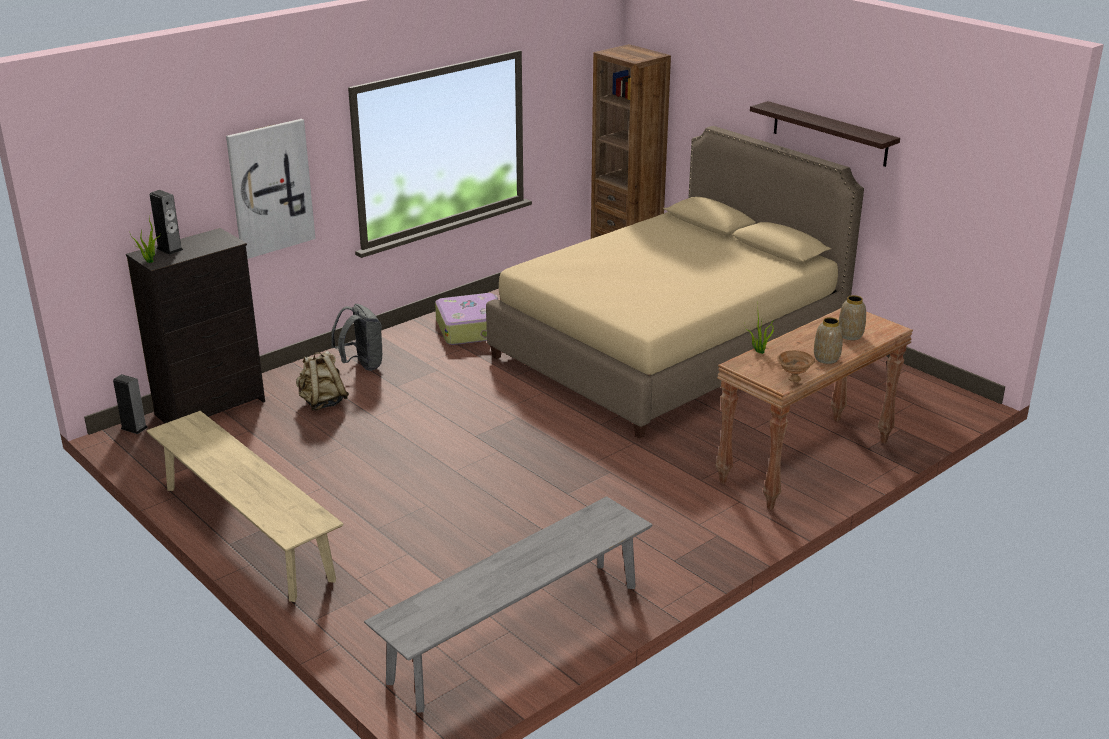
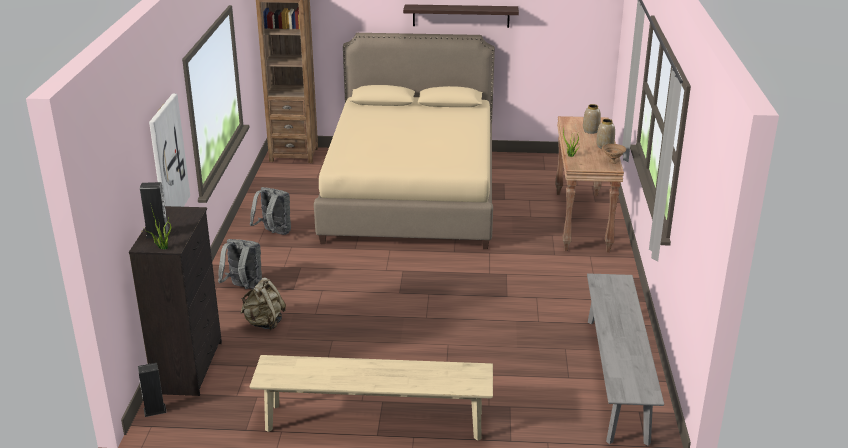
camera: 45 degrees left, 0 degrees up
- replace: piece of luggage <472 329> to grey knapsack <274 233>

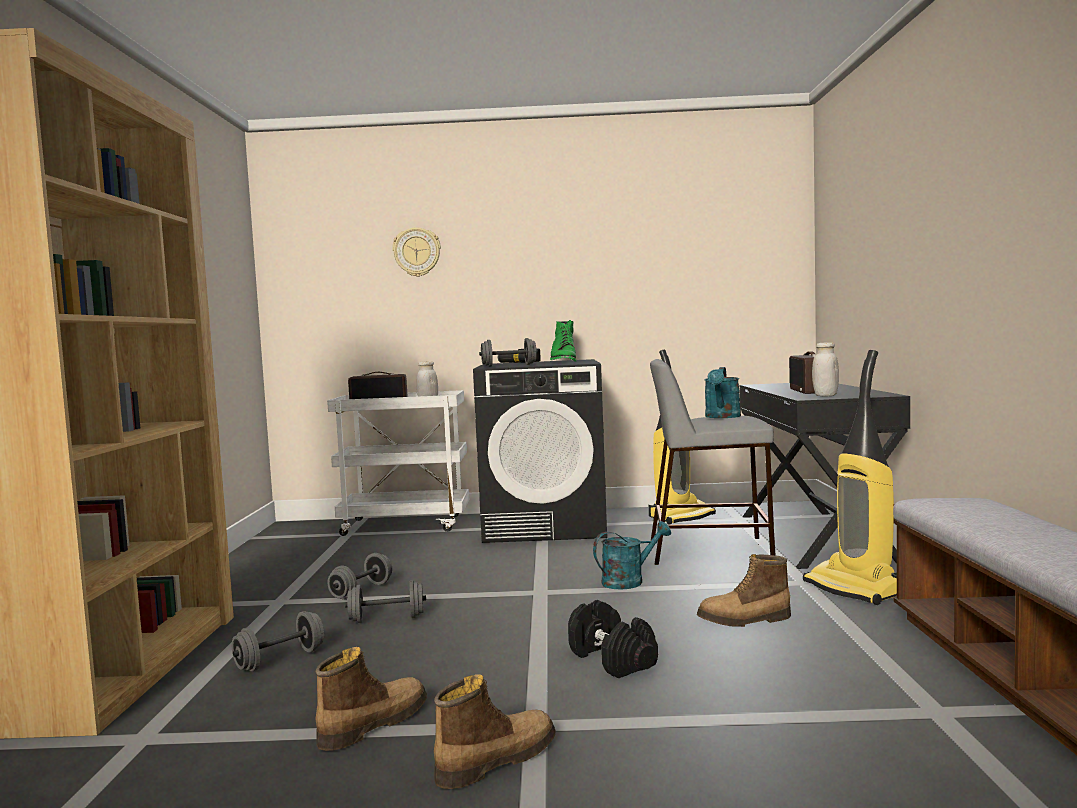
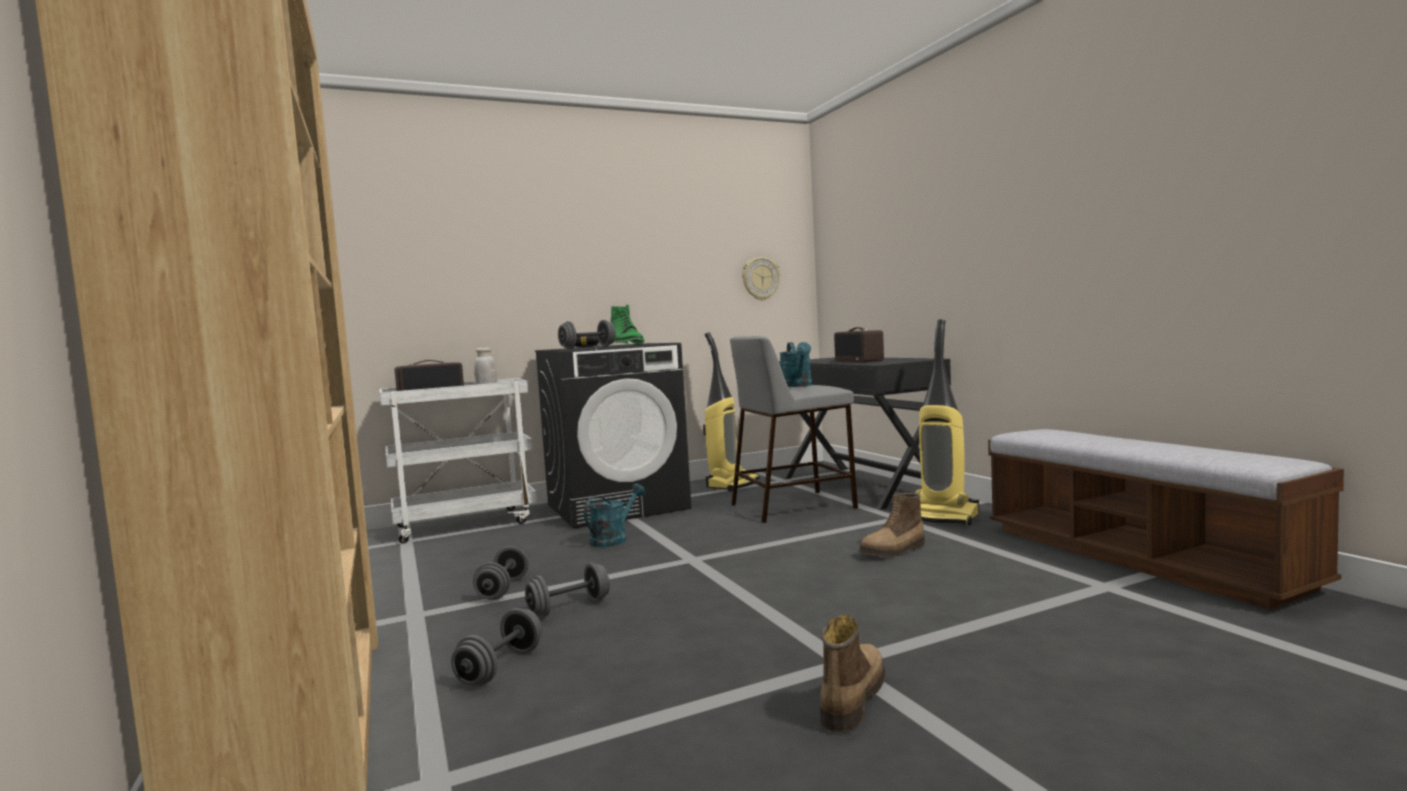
camera: 25 degrees left, 0 degrees up
- delete: tall boot <373 724>
- delete: black hand weight <612 660>
- delete: white-coloured preserve jar <825 395>
- move: clock on the wall <417 252> to <760 278>
- move: turquoise-coloured sprinkling can <629 581> to <613 539>

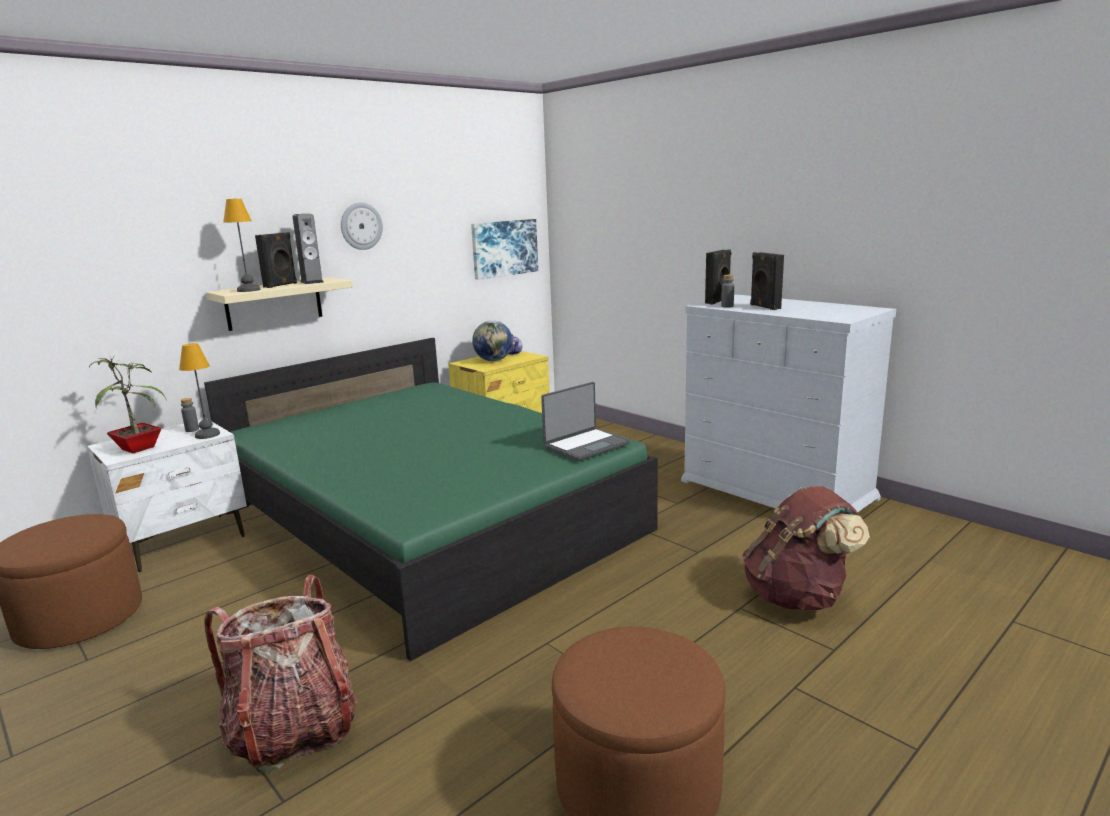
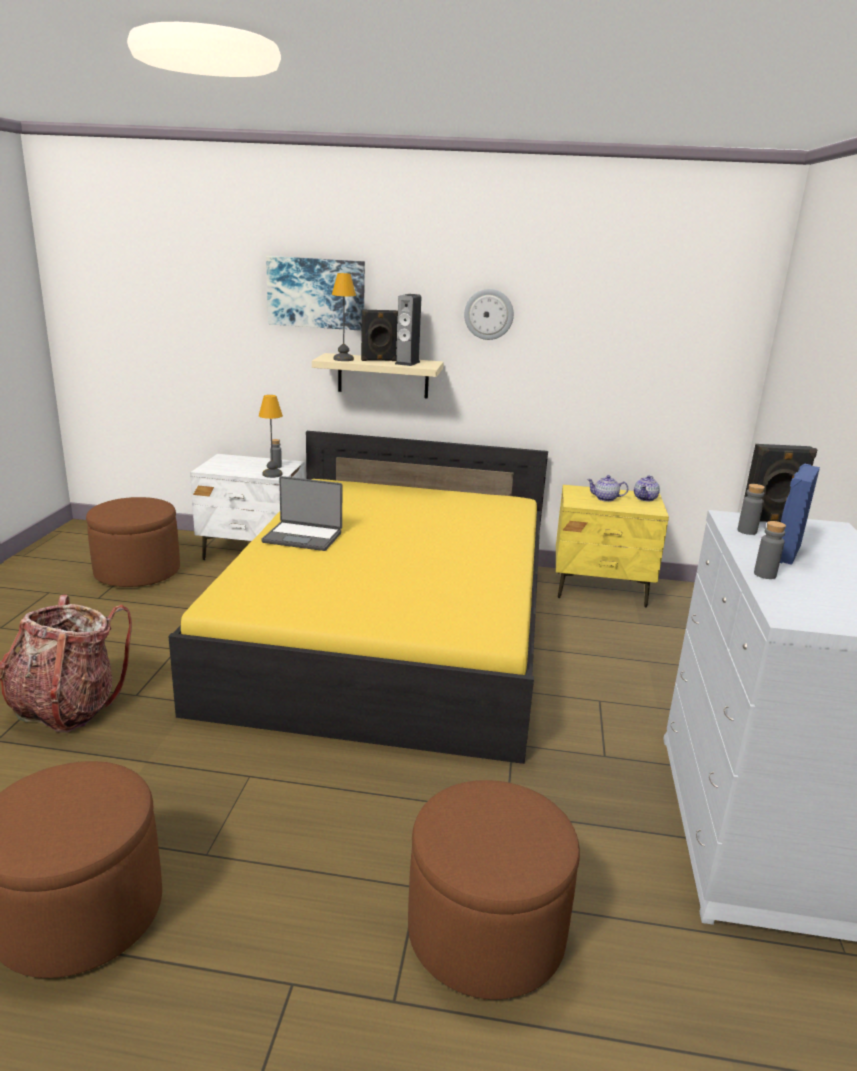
camera: 50 degrees right, 5 degrees up
- delete: houseplant <140 448>
- insert: grey drink bottle <764 574>
- move: picture <504 248> to <316 293>
- move: portable computer <585 446> to <303 537>
- replace: desk globe <494 360> to pot for tea <605 499>
- replace: brownish knapsack <798 597> to brownish footrest <486 932>
- recolor: green-coloured bedroom bed <430 520> to yellowish bedroom bed <390 628>
- recolor: black speaker <764 307> to bluish speaker <785 553>

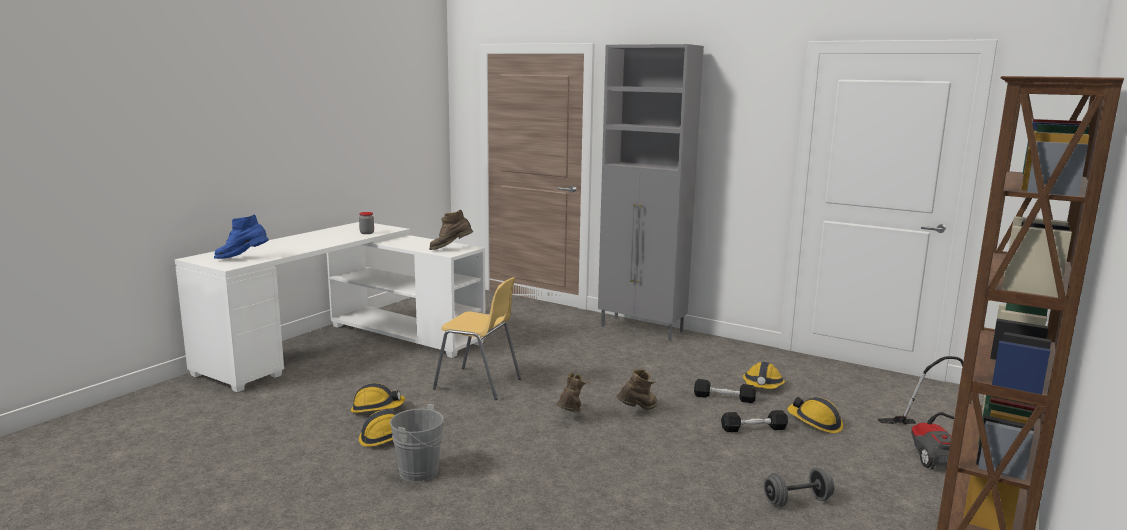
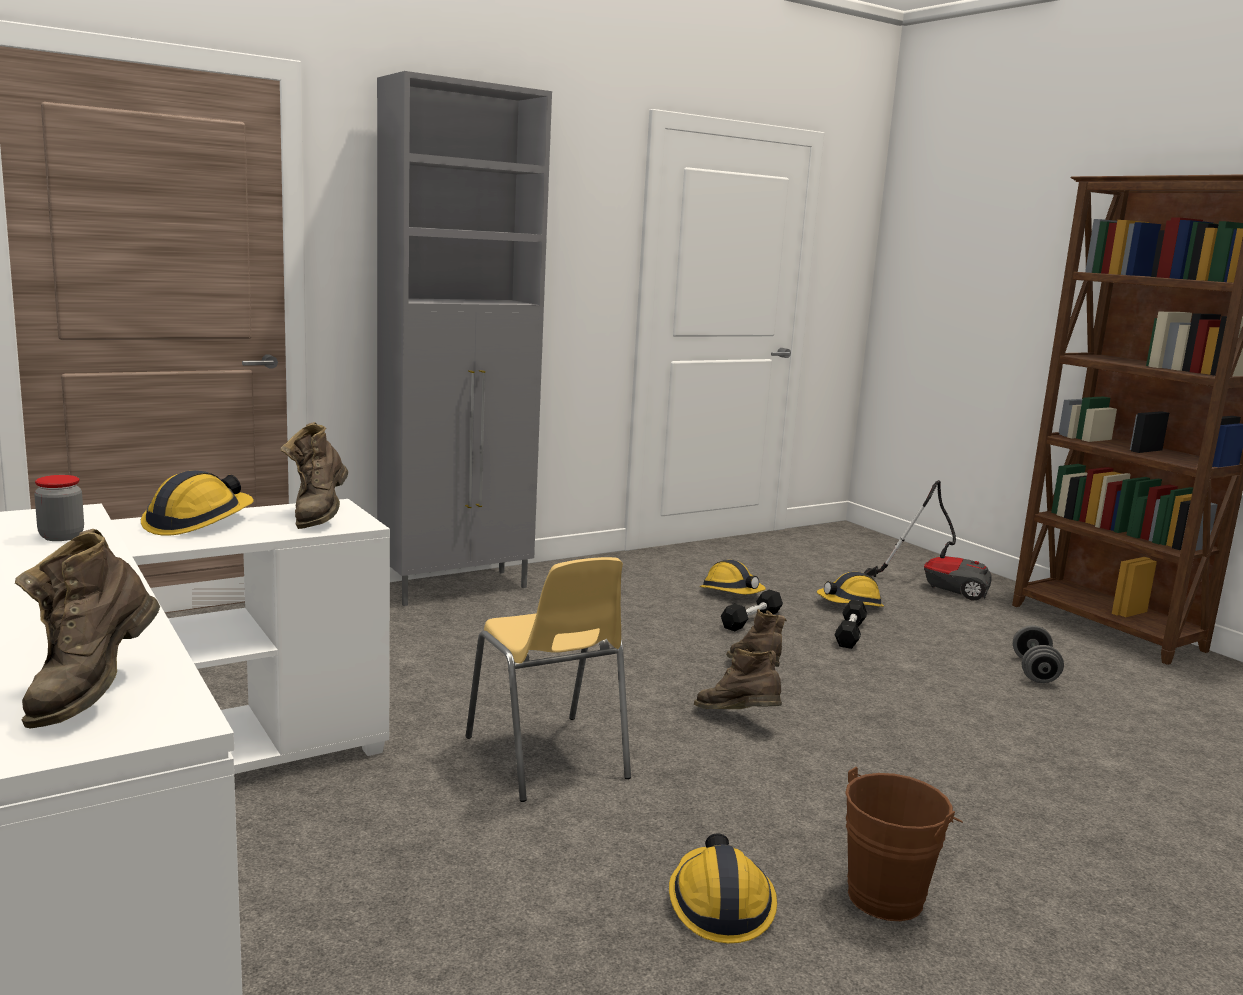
camera: 65 degrees left, 0 degrees up
- move: work helmet <377 408> to <198 522>
- recolor: bluish tall boot <242 258> to brownish tall boot <91 694>
- recolor: grey pail <422 472> to brownish pail <890 894>
- rotate: yellowish chair <479 384> = <547 758> 105 degrees clockwise

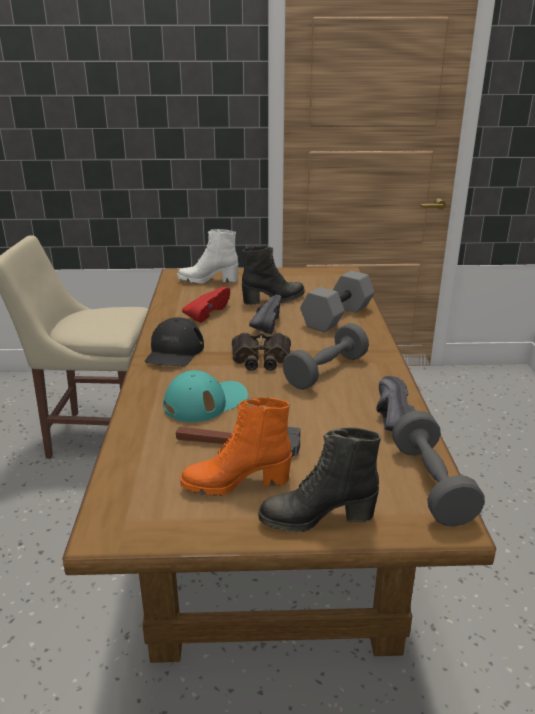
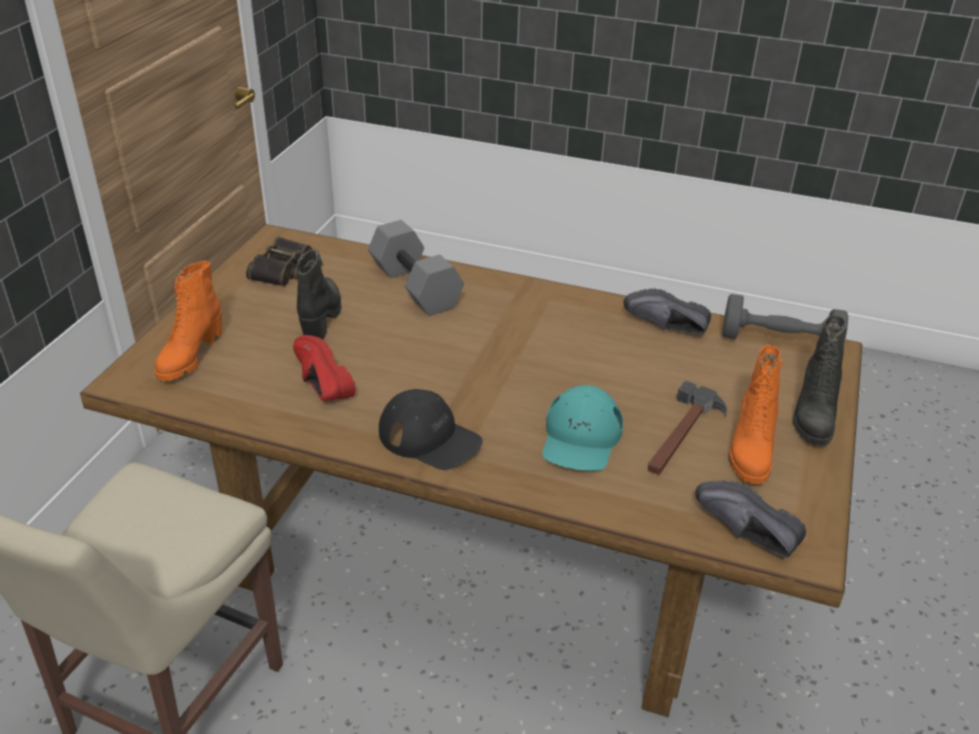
camera: 70 degrees left, 10 degrees up
- delete: grey hand weight <326 371>
- move: field glasses <260 359> to <287 271>
- move: black shoe <265 323> to <744 535>
- recolor: white-coloured tall boot <208 280> to orange tall boot <190 356>
- rotate: turquoise-coloured cap <205 402> = <581 438> 150 degrees counterclockwise

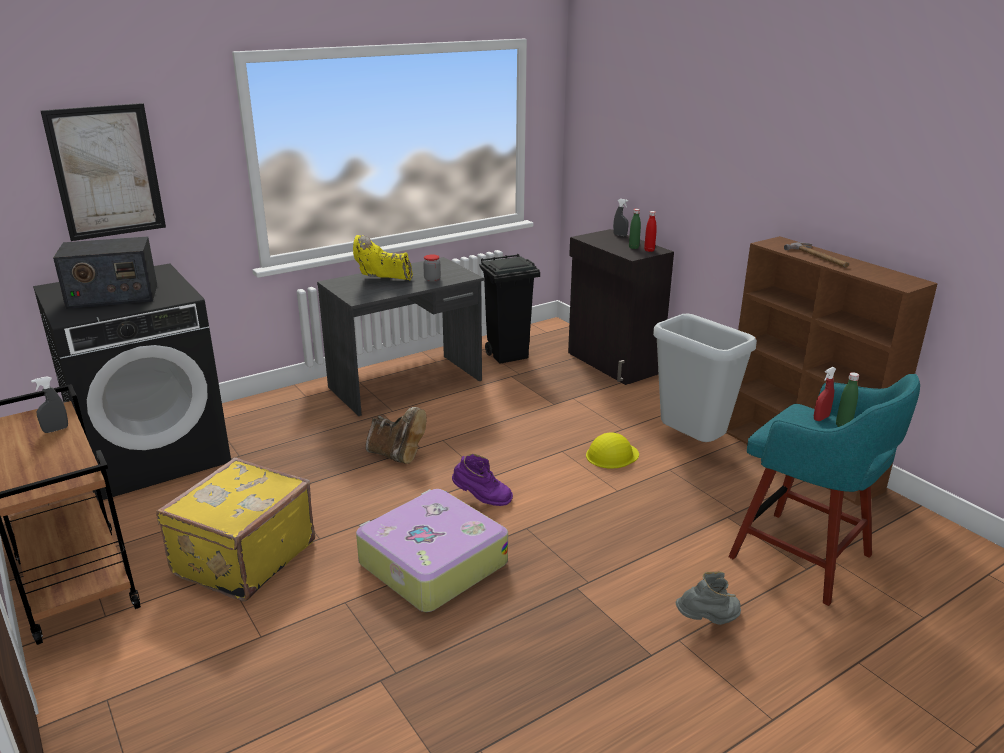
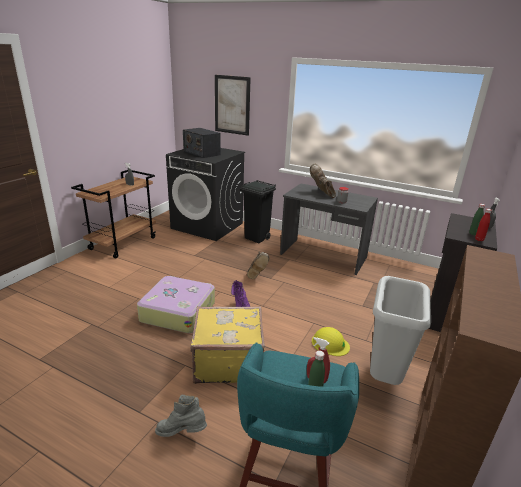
camera: 60 degrees right, 0 degrees up
- delete: hammer <819 257>
- move: yellowish piece of luggage <242 558> to <227 361>
- move: black waste bin <508 355> to <257 238>
- recolor: yellowish tall boot <383 281> to brownish tall boot <322 193>
- rotate: grey tall boot <708 621> = <182 433> 150 degrees clockwise

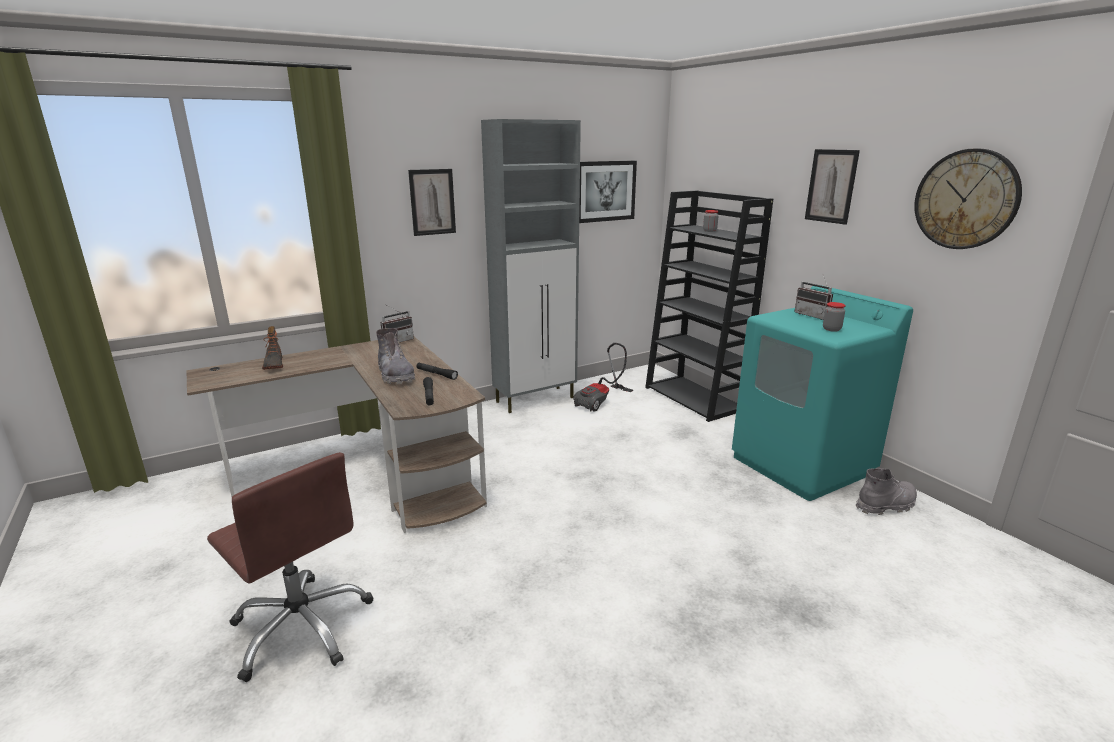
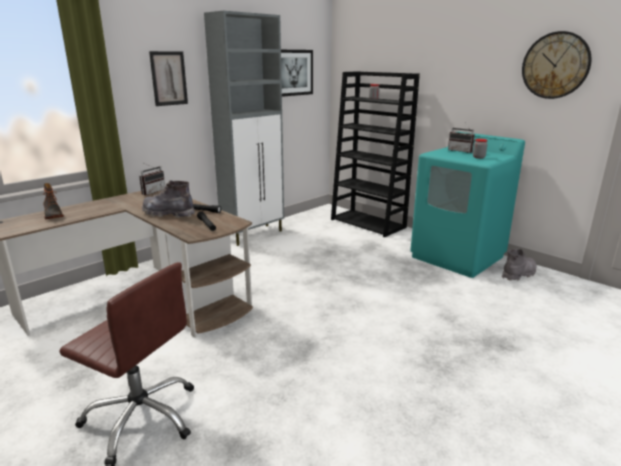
camera: 15 degrees left, 0 degrees up
- delete: vacuum <601 402>
- delete: picture <831 186>
- rotate: grey tall boot <395 375> = <168 214> 150 degrees clockwise

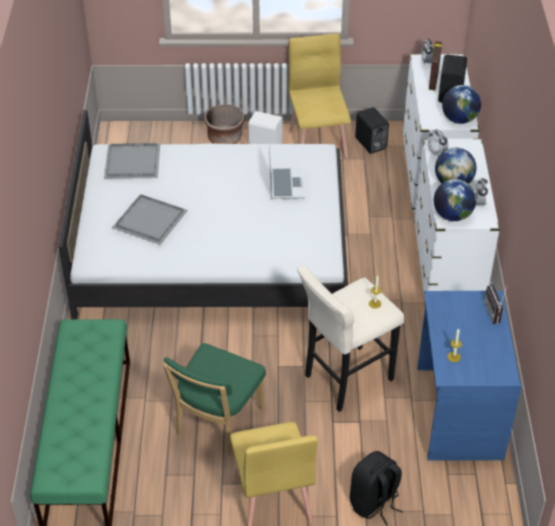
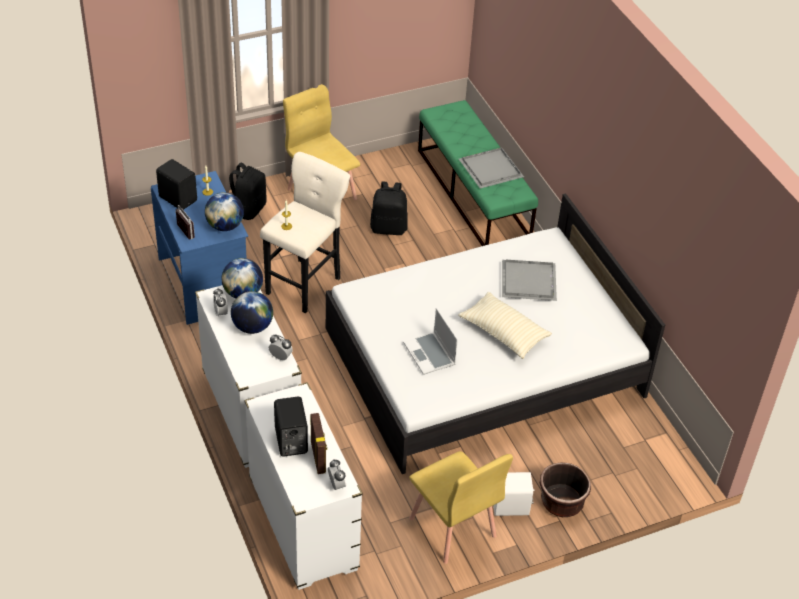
camera: 155 degrees right, 0 degrees up
- insert: beige cushion <503 333>
- move: grey tray <133 162> to <490 170>
- move: black speaker <370 144> to <178 198>
- move: desk globe <459 119> to <225 226>
- replace: green-coloured chair <217 424> to black knapsack <389 228>

